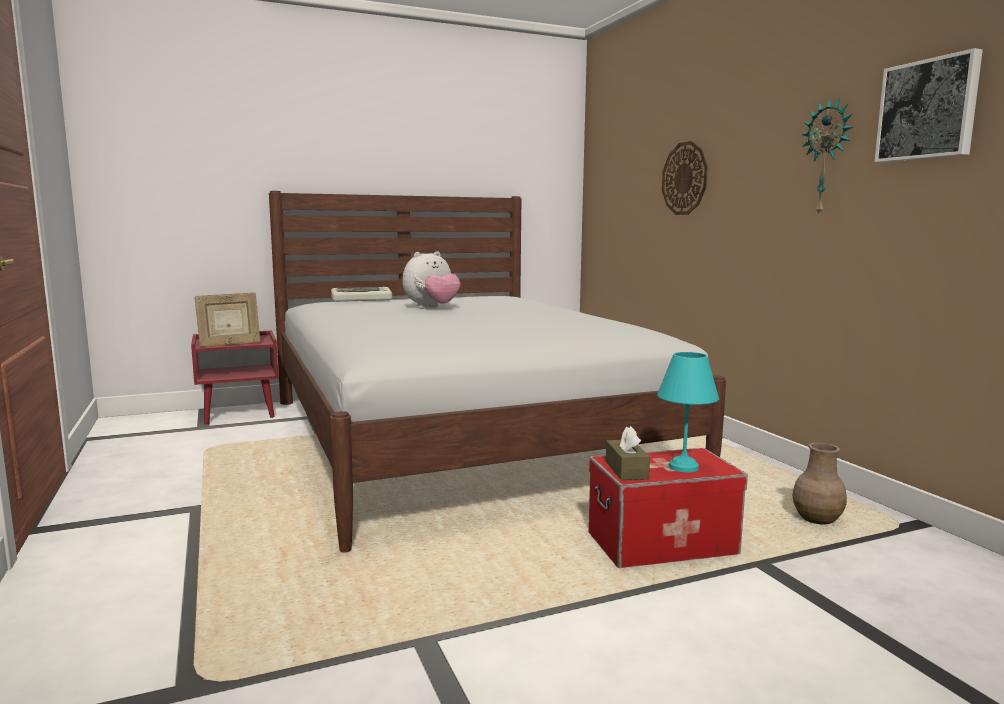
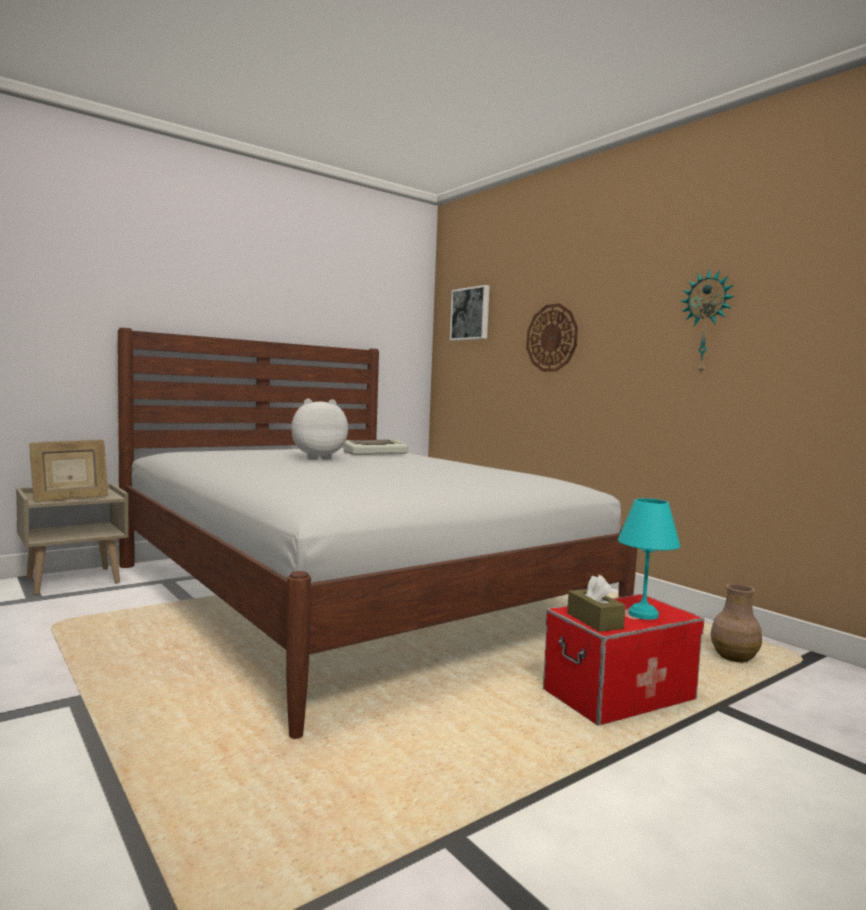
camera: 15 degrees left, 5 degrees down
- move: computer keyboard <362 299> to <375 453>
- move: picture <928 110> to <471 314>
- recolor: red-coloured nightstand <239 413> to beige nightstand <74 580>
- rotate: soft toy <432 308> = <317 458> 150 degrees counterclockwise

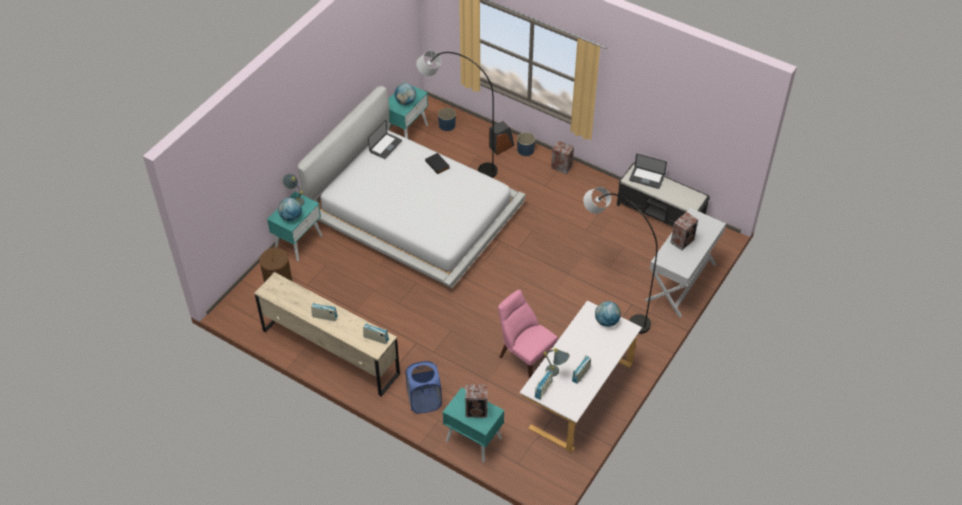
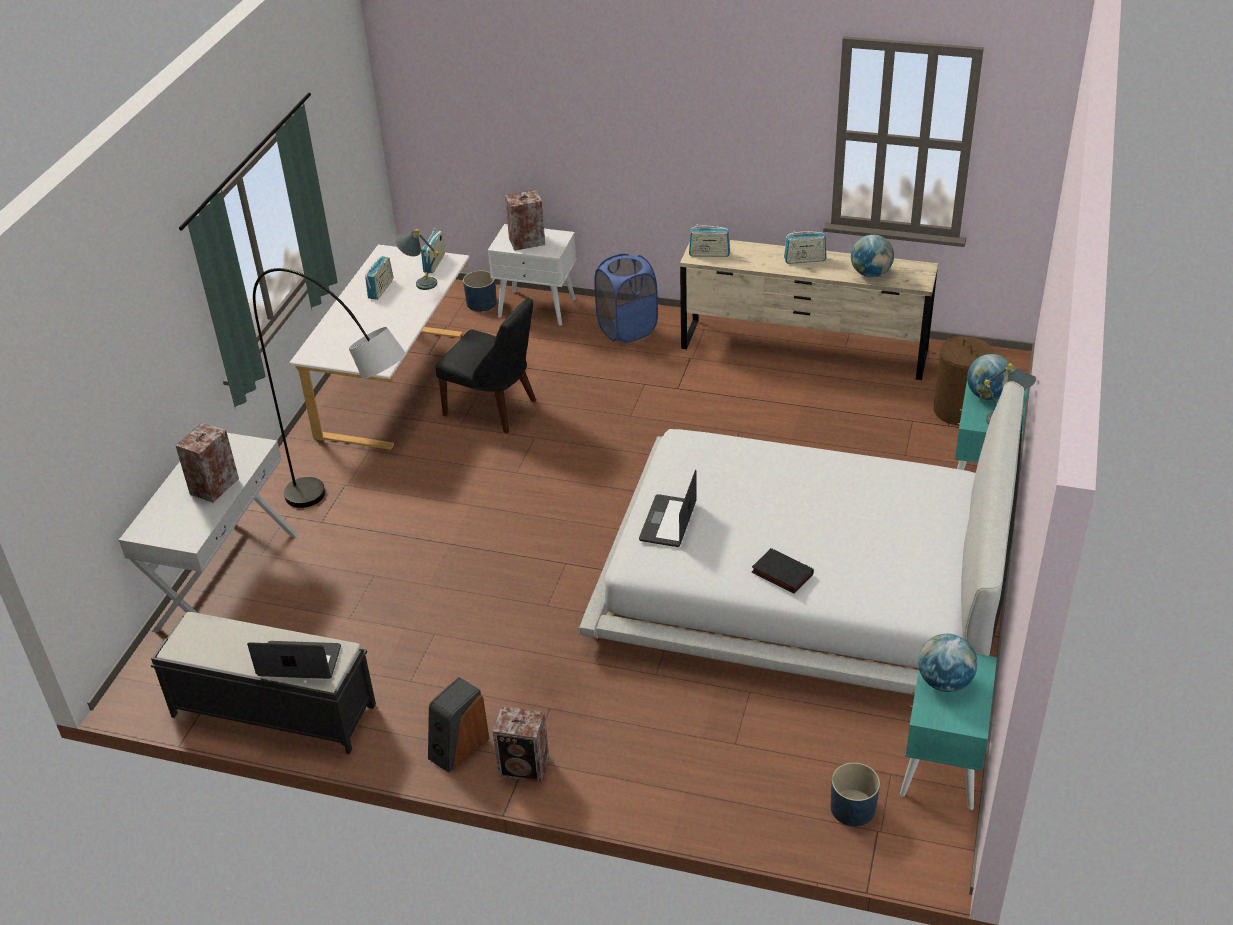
camera: 165 degrees right, 10 degrees down
- delete: grey standing lamp <456 156>
- move: portable computer <385 146> to <668 522>
- move: speaker <501 146> to <458 747>
- move: bluish flower pot <525 150> to <481 303>
- move: desk globe <606 321> to <870 274>
- recolor: turquoise-coloured nightstand <473 439> to white-coloured nightstand <537 307>
- recolor: pink-coloured chair <525 357> to black chair <494 408>

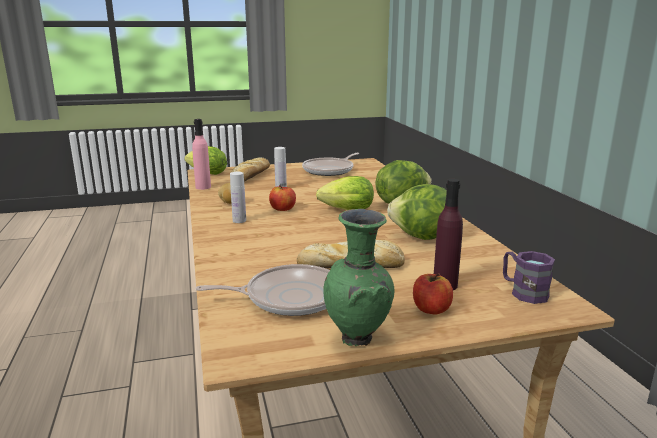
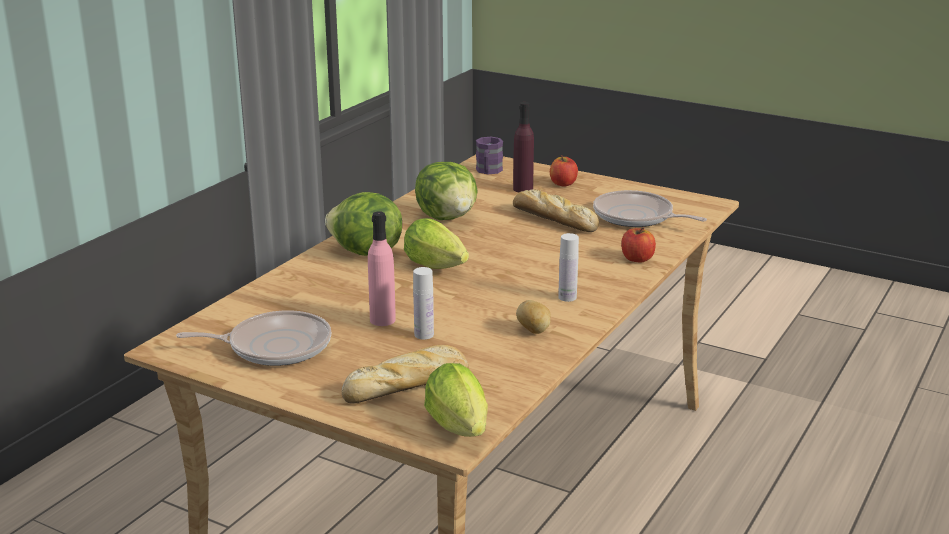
camera: 135 degrees left, 5 degrees up
- delete: green-coloured flower vase <359 340>
- move: pink-coloured drink bottle <203 187> to <382 320>
- move: whole apple <282 209> to <637 259>

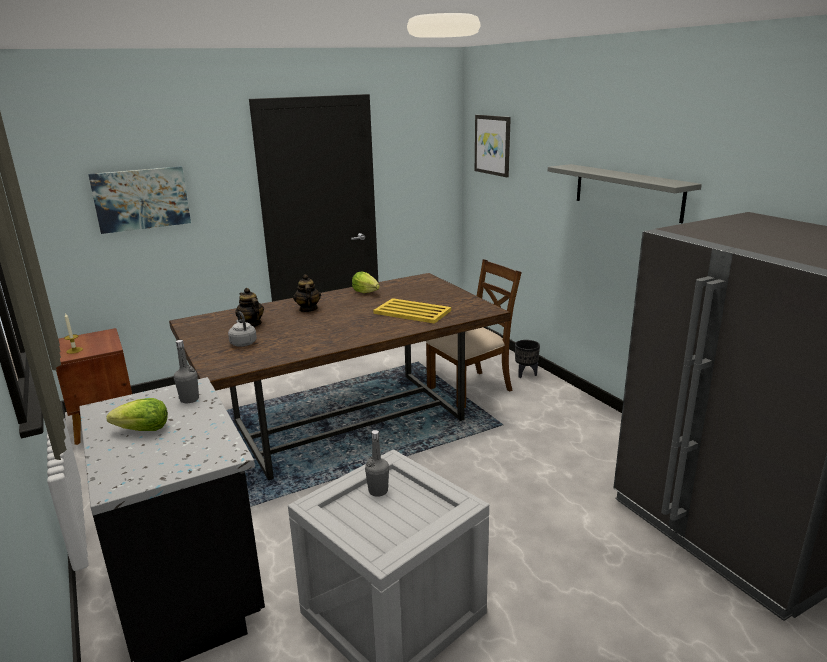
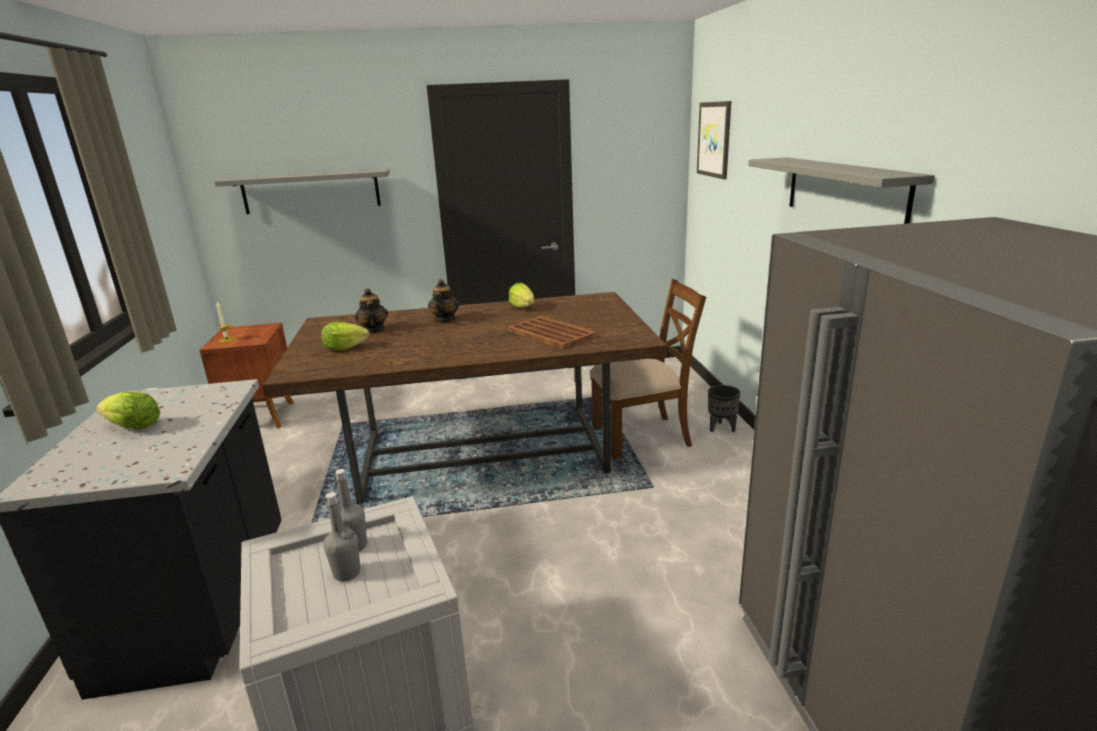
camera: 20 degrees right, 0 degrees up
- move: grey drink bottle <189 399> to <347 573>
- replace: picture <141 199> to grey bracket shelf <311 191>
- replace: grey tea kettle <243 343> to head of lettuce <344 348>
- recolor: yellowish tray <413 312> to brownish tray <551 334>

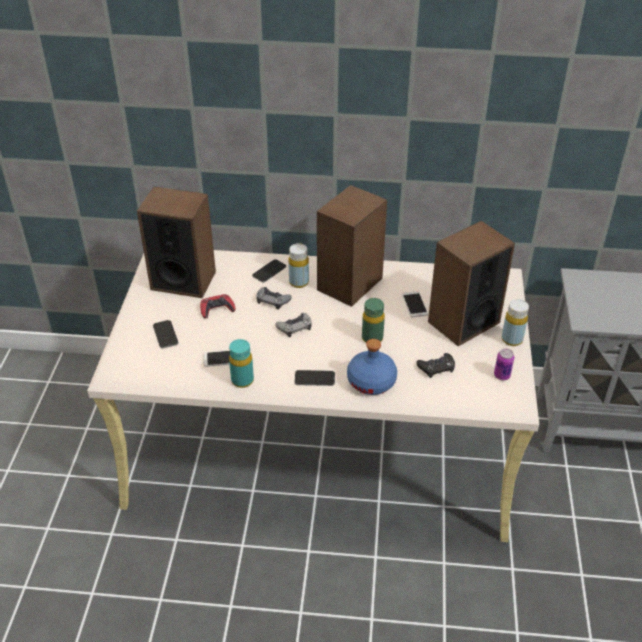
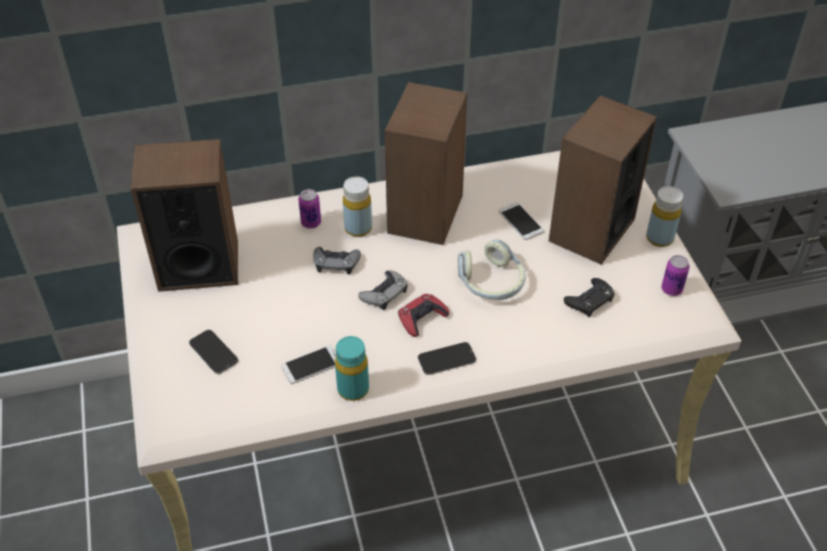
camera: 20 degrees left, 5 degrees up
- delete: bluish drink bottle <371 381>
- move: red-coloured joypad <217 309> to <422 318>
- replace: telephone <269 271> to can <311 223>
- replace: green-coloured drink bottle <372 338> to headset <491 282>

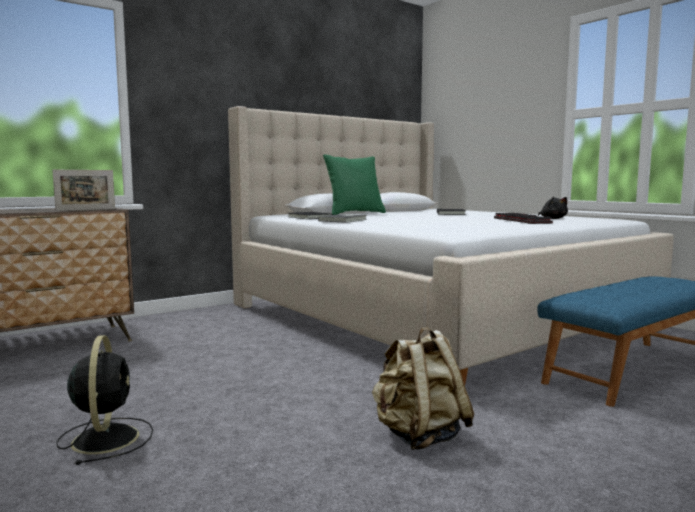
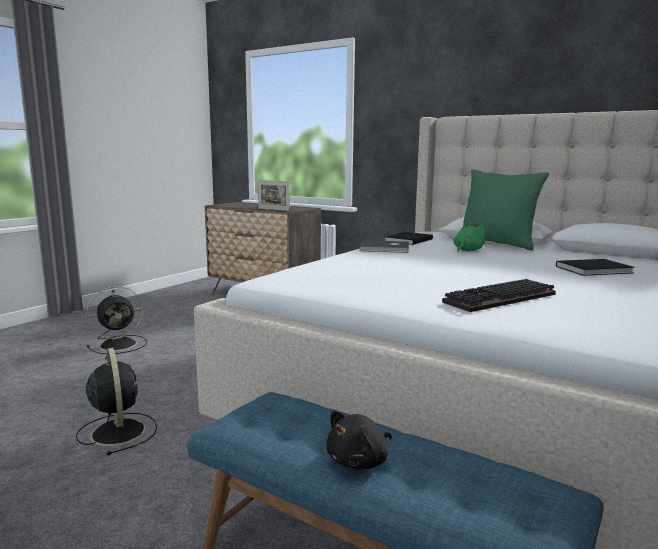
camera: 70 degrees right, 5 degrees up
- insert: green-coloured soft toy <467 250>
- move: black soft toy <553 219> to <360 461>
- replace: beige knapsack <419 436> to black fan <118 431>

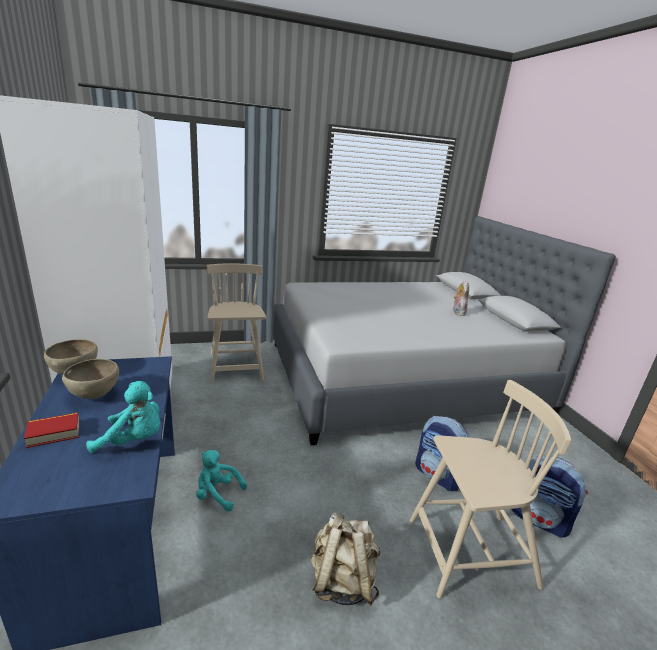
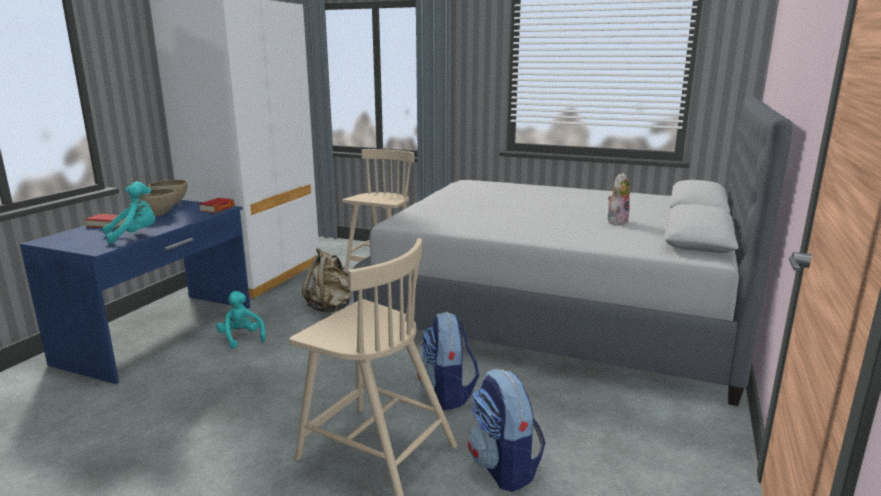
camera: 40 degrees right, 5 degrees down
- insert: volume <217 209>
- move: beige knapsack <342 580> to <330 308>
- rotate: turquoise-coloured soft toy <133 440> = <134 235> 75 degrees counterclockwise

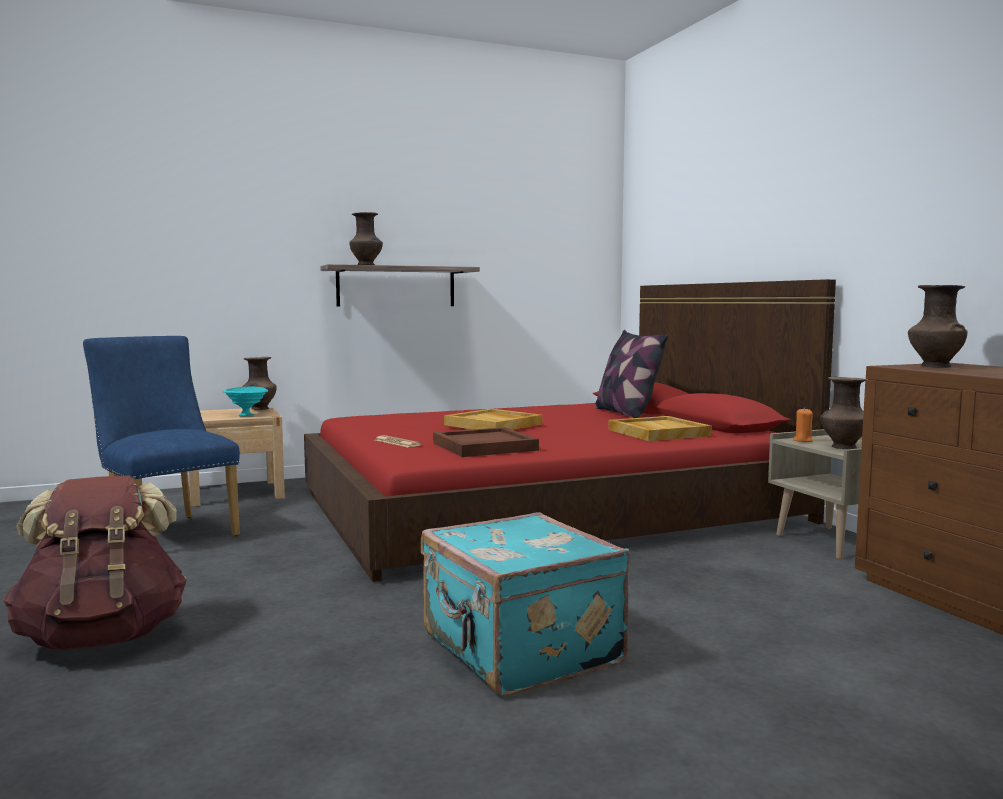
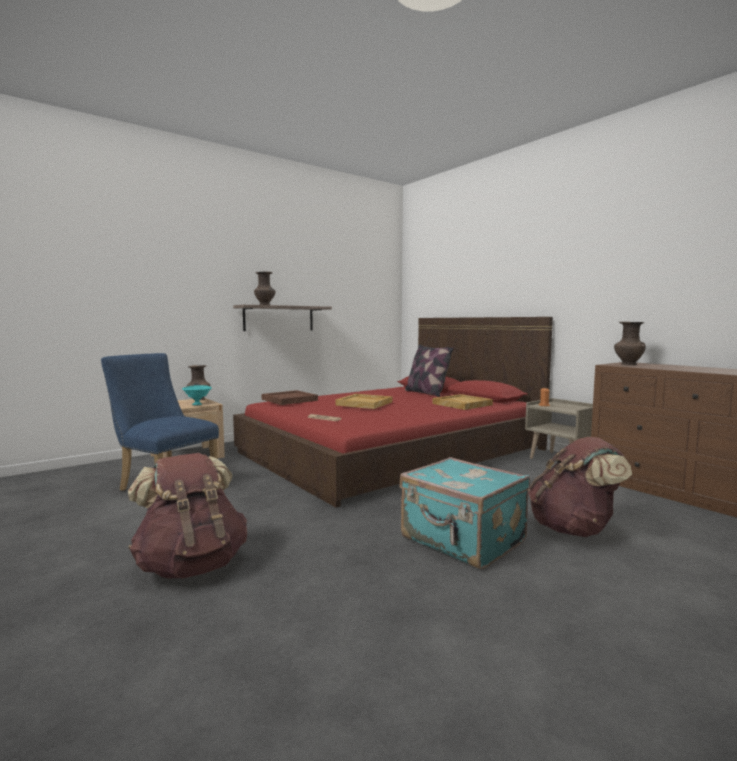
camera: 15 degrees left, 0 degrees up
- delete: brownish flower vase <842 447>
- insert: brownish knapsack <574 529>
- move: brownish tray <484 447> to <289 400>

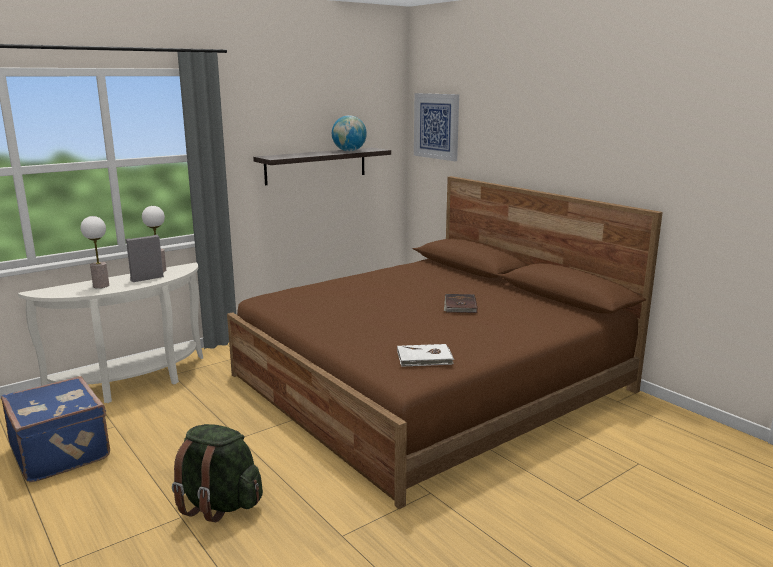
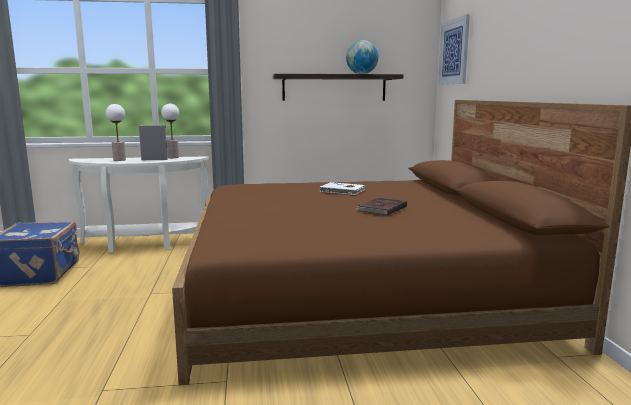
camera: 30 degrees right, 5 degrees down
- delete: green-coloured knapsack <219 504>
- move: white-coloured volume <425 358> to <342 191>

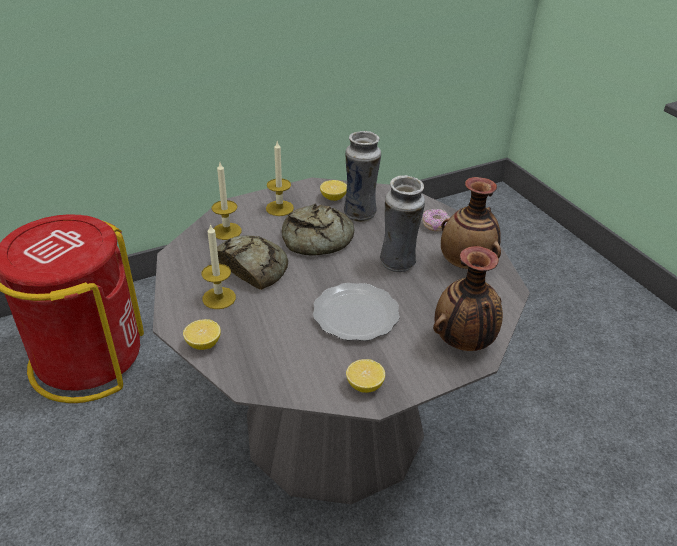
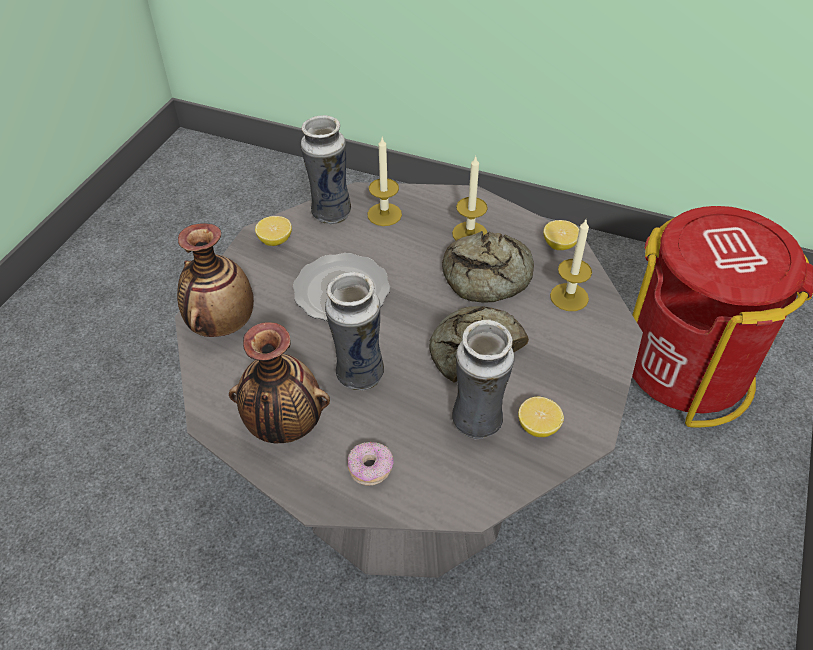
camera: 140 degrees right, 10 degrees up
- insert: flower vase <330 213>
- move: citrus fruit <203 344> to <559 245>
- move: candle <279 208> to <384 214>

